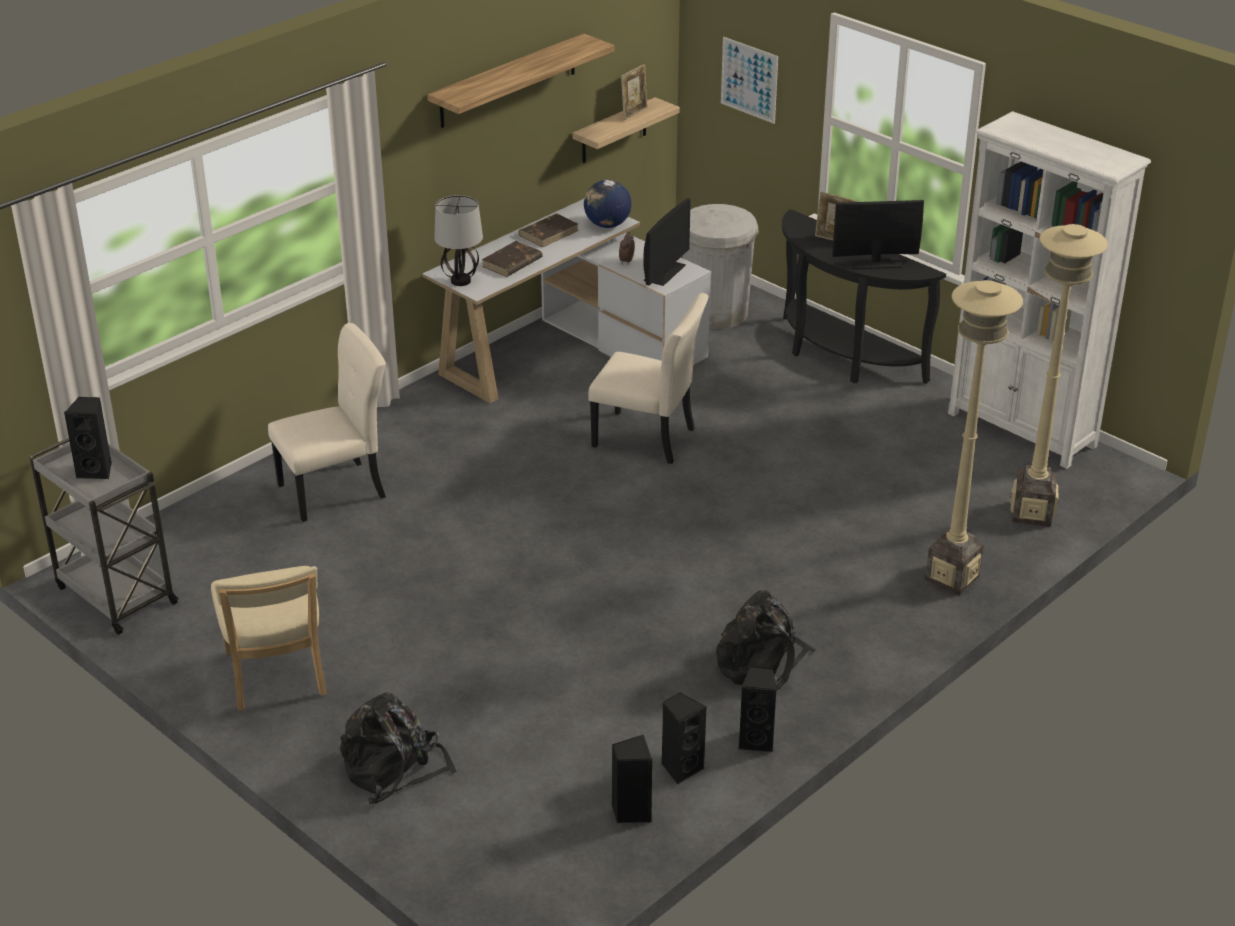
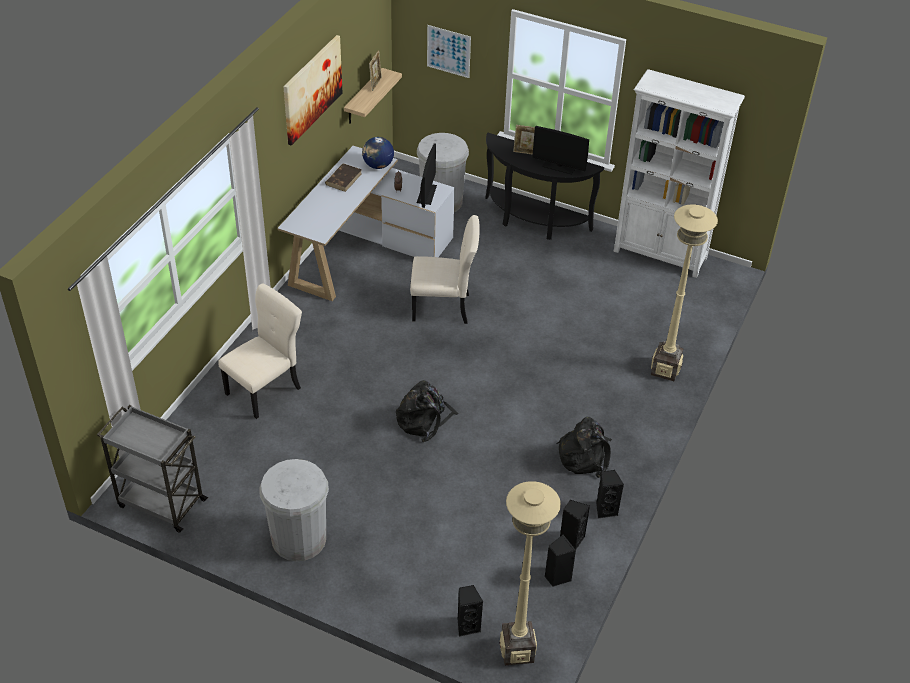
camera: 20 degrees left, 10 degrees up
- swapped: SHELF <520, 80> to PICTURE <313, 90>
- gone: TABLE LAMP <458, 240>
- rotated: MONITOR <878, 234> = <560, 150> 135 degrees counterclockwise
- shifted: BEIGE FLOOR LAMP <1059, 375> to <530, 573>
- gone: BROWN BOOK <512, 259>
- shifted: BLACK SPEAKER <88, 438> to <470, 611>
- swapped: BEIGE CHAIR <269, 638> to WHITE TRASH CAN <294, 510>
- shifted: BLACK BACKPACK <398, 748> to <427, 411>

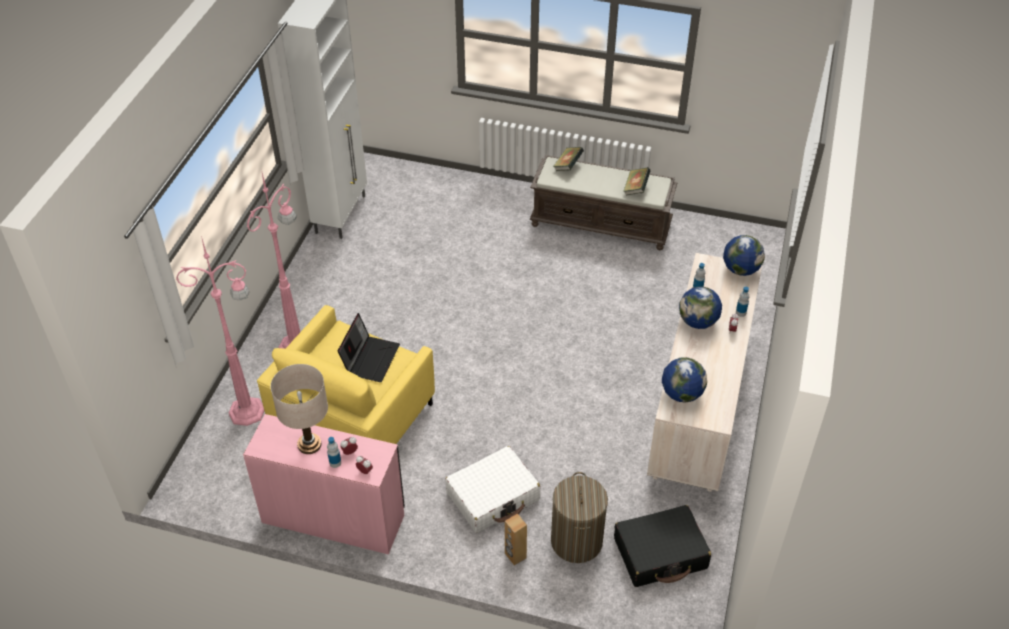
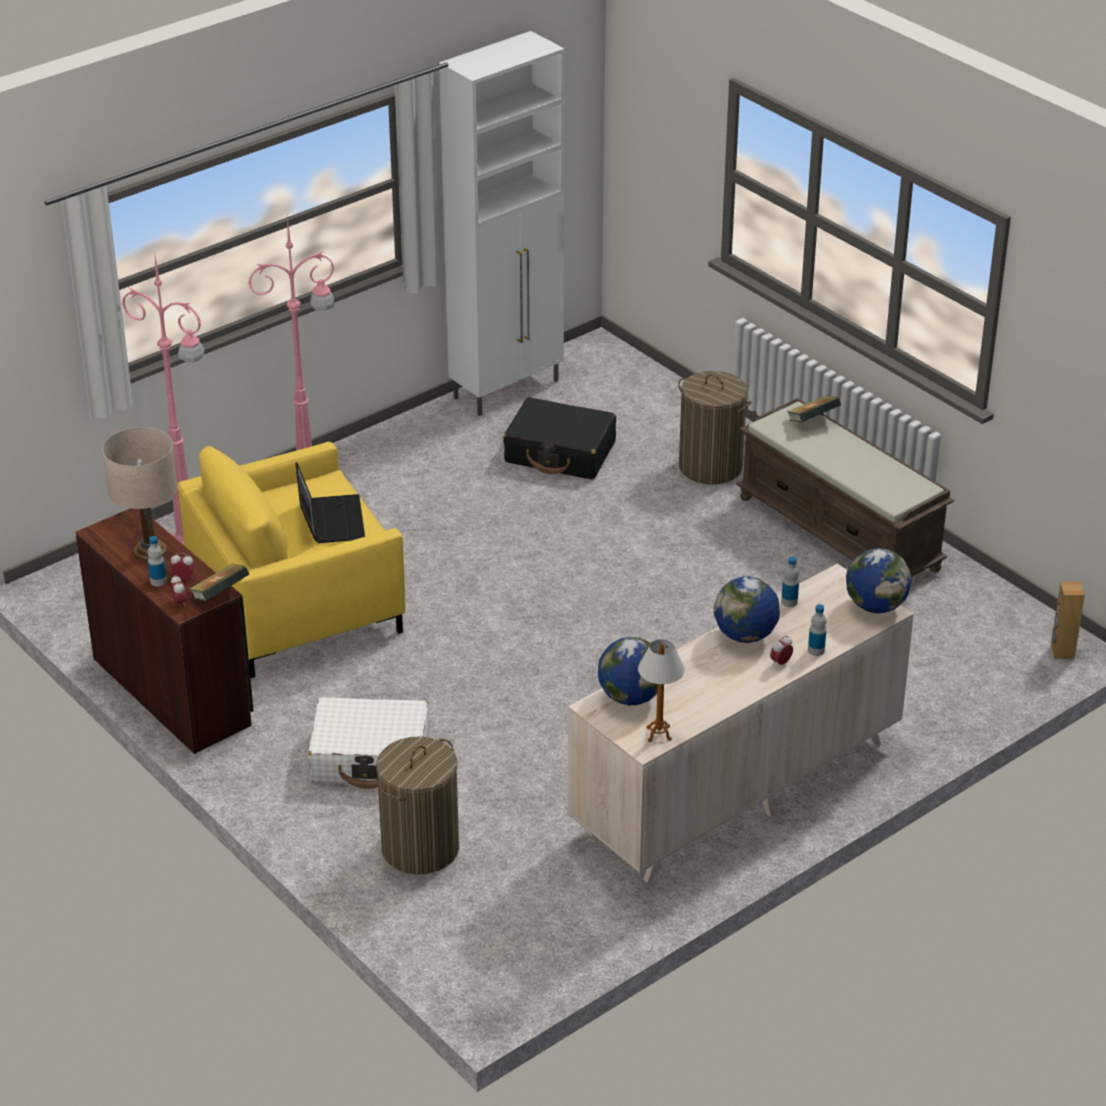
camera: 35 degrees right, 10 degrees down
- shifted: BOOK <636, 181> to <219, 582>
- rotated: LAPTOP <369, 347> = <330, 502> 60 degrees counterclockwise
- repainted: PINK DESK <324, 484> to BROWN DESK <164, 631>
- shifted: BLACK SUITCASE <662, 546> to <559, 438>
- shifted: BROWN SPEAKER <516, 539> to <1068, 620>
- new: LAUNDRY BASKET <715, 428>
- new: TABLE LAMP <661, 690>

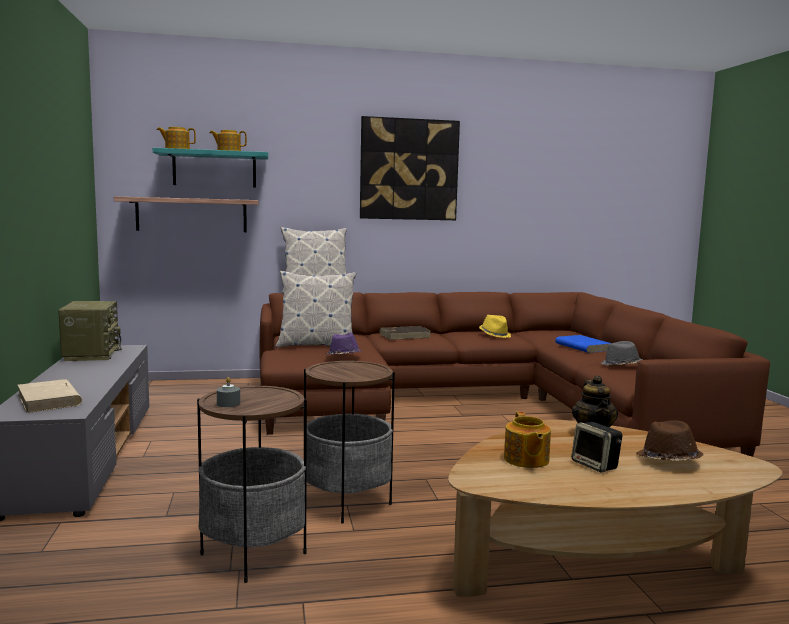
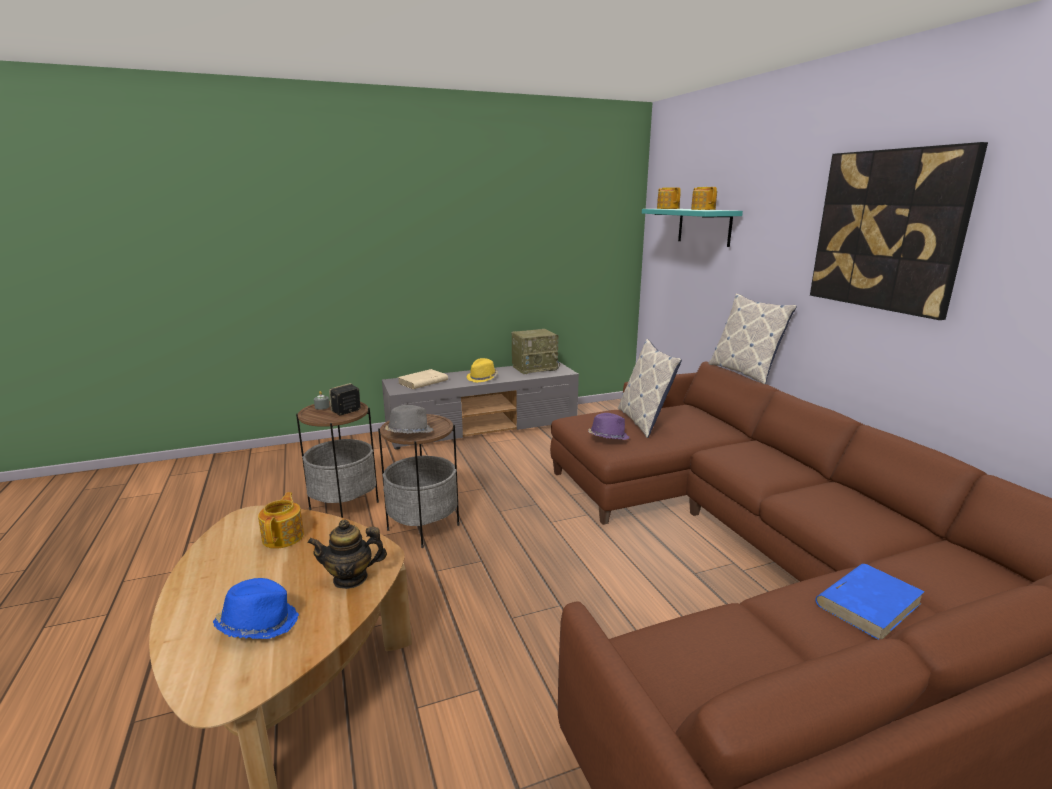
camera: 80 degrees right, 10 degrees up
- gone: SHELF <186, 214>
- shifted: YELLOW HAT <495, 326> to <481, 370>
- gone: BROWN BOOK <405, 333>
- shifted: GREY HAT <621, 353> to <409, 419>
- rotated: TEAPOT <527, 440> = <281, 520> 105 degrees clockwise
- repainted: BROWN HAT <669, 440> to BLUE HAT <256, 608>
- shifted: SPEAKER <596, 447> to <344, 399>

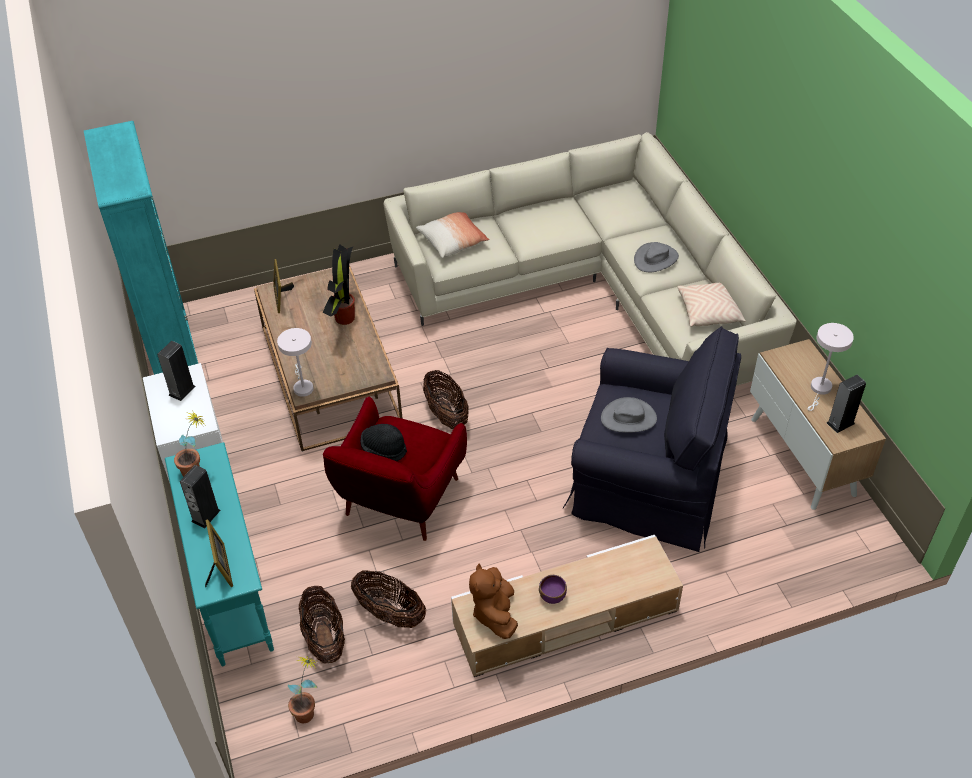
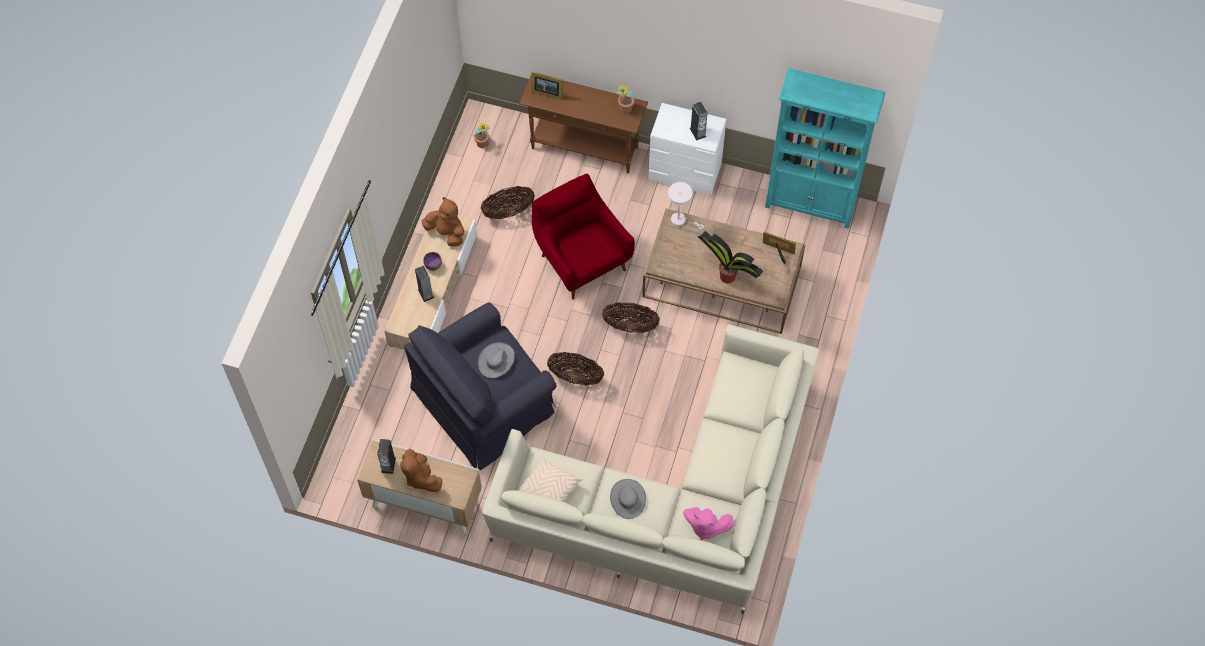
camera: 125 degrees right, 15 degrees up
- gone: PILLOW <453, 235>
- swapped: WHITE TABLE LAMP <831, 367> to BROWN PLUSH TOY <421, 470>
- gone: BLACK HAT <383, 442>
- repainted: TURQUOISE CONSOLE TABLE <219, 554> to BROWN CONSOLE TABLE <583, 125>
- shifted: SPEAKER <200, 496> to <424, 284>
- shifted: BASKET <322, 625> to <575, 369>
- new: PINK PLUSH TOY <709, 524>

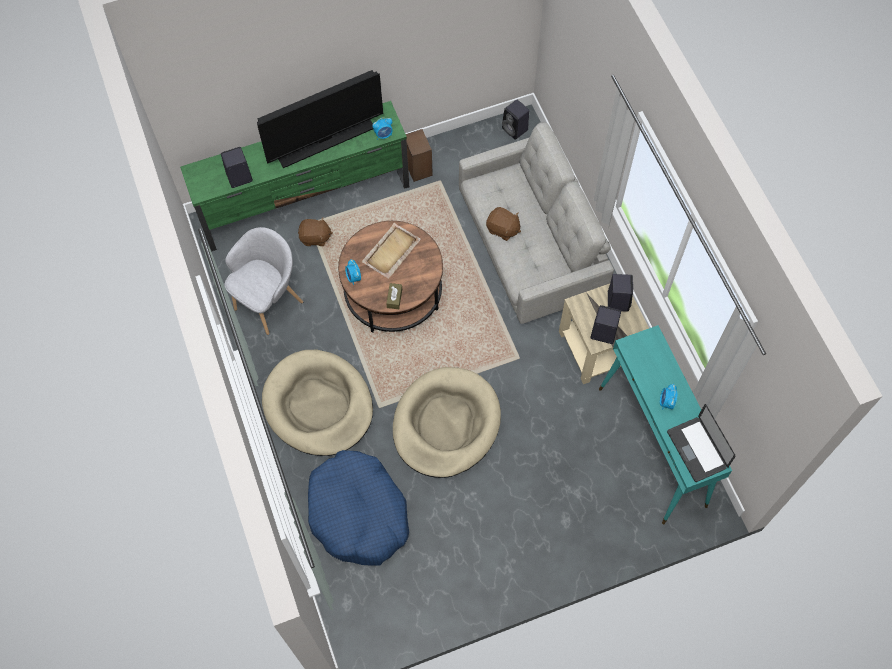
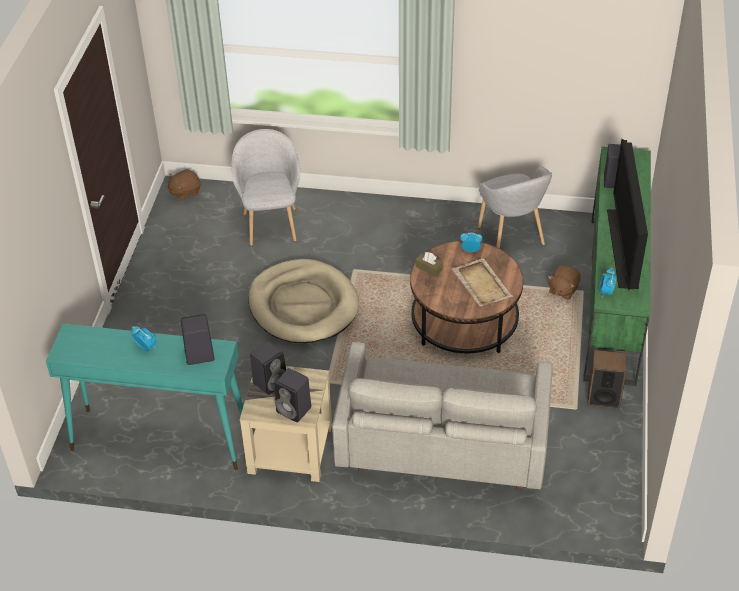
camera: 120 degrees right, 20 degrees down
- shifted: BLACK SPEAKER <515, 120> to <197, 339>
- shifted: BROWN PLUSH TOY <503, 224> to <184, 185>
- gone: BEIGE DOG BED <317, 403>
- gone: LAPTOP <701, 443>
- swapped: BLUE DOG BED <358, 508> to GREY ARMCHAIR <265, 187>

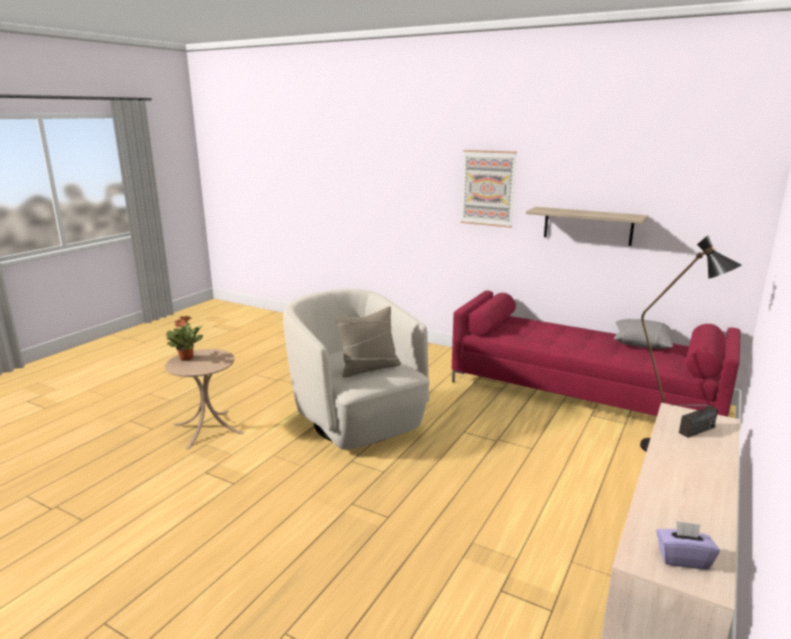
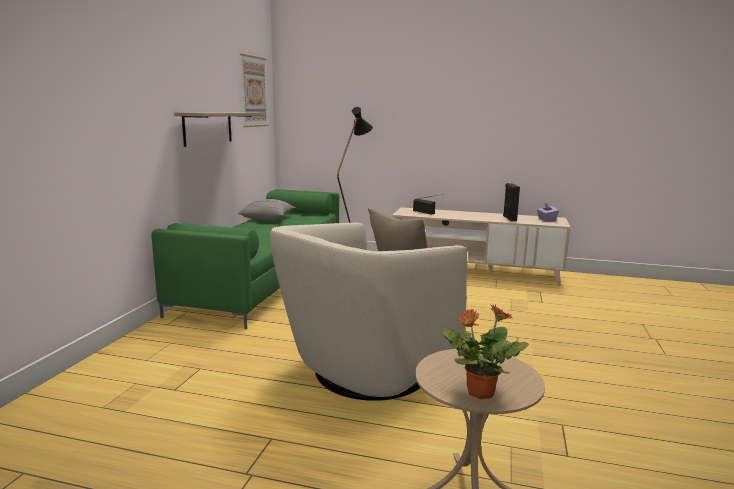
camera: 105 degrees left, 5 degrees down
- shifted: PICTURE <489, 189> to <254, 90>
- repainted: RED SOFA <596, 353> to GREEN SOFA <245, 259>
- new: BLACK SPEAKER <511, 202>

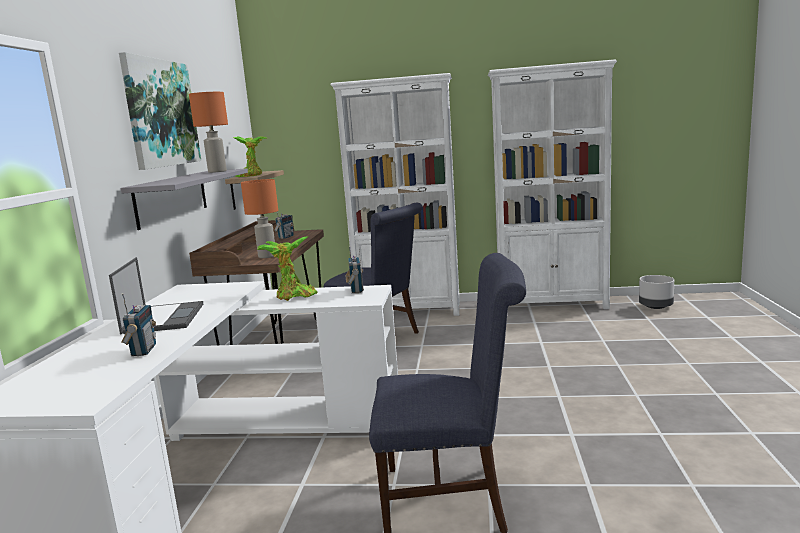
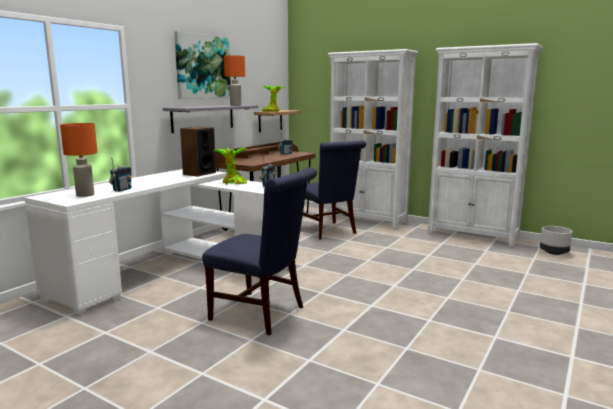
camera: 25 degrees right, 0 degrees up
- shifted: ORANGE TABLE LAMP <259, 218> to <79, 160>
- gone: LAPTOP <156, 296>
- new: SPEAKER <198, 152>

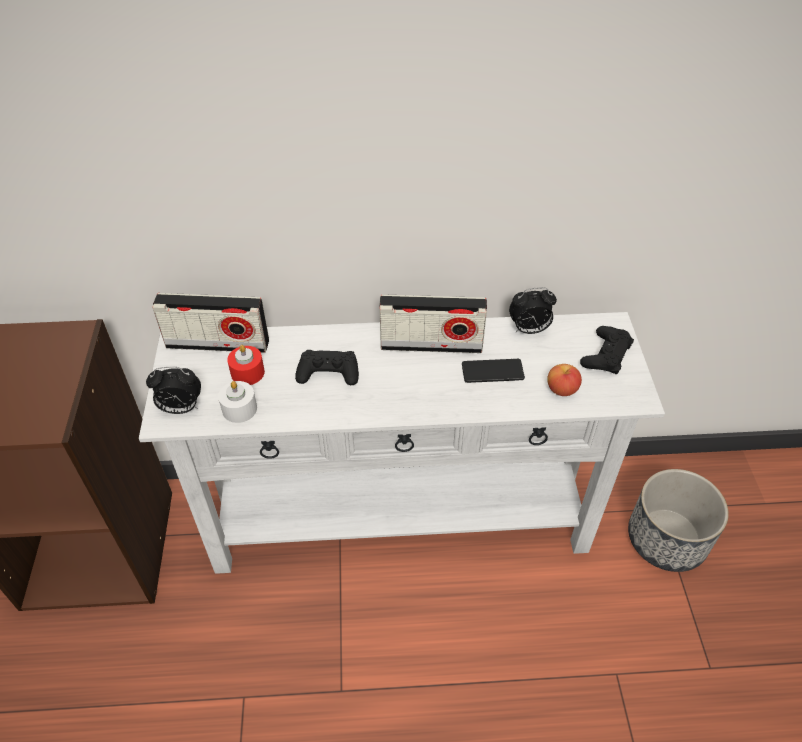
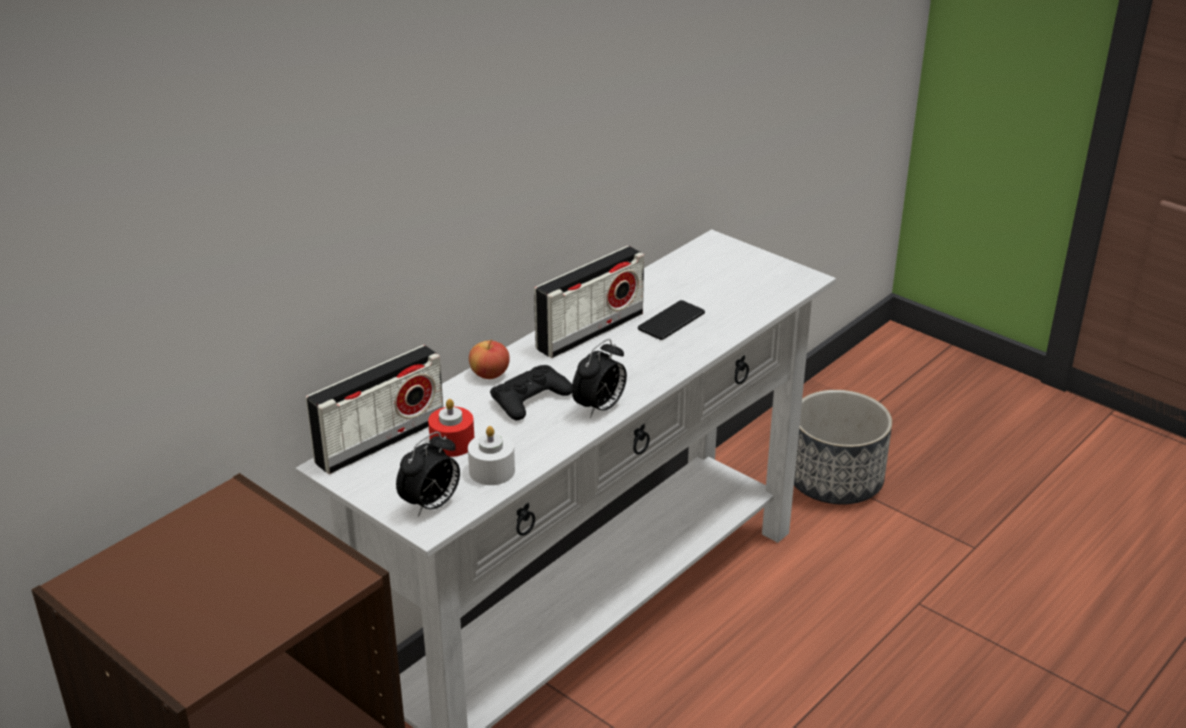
camera: 45 degrees left, 15 degrees down
- shifted: ALARM CLOCK <533, 310> to <599, 378>
- gone: BLACK GAME CONTROLLER <607, 350>
- shifted: APPLE <564, 380> to <489, 359>

